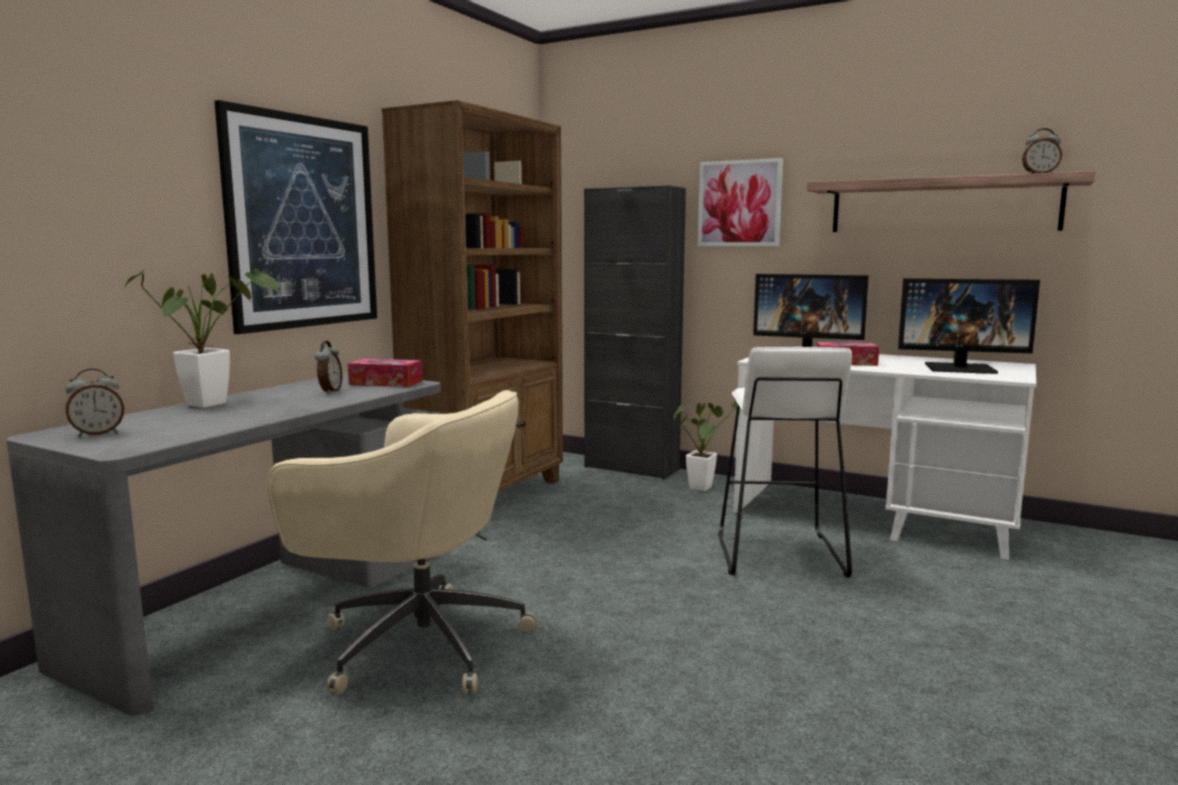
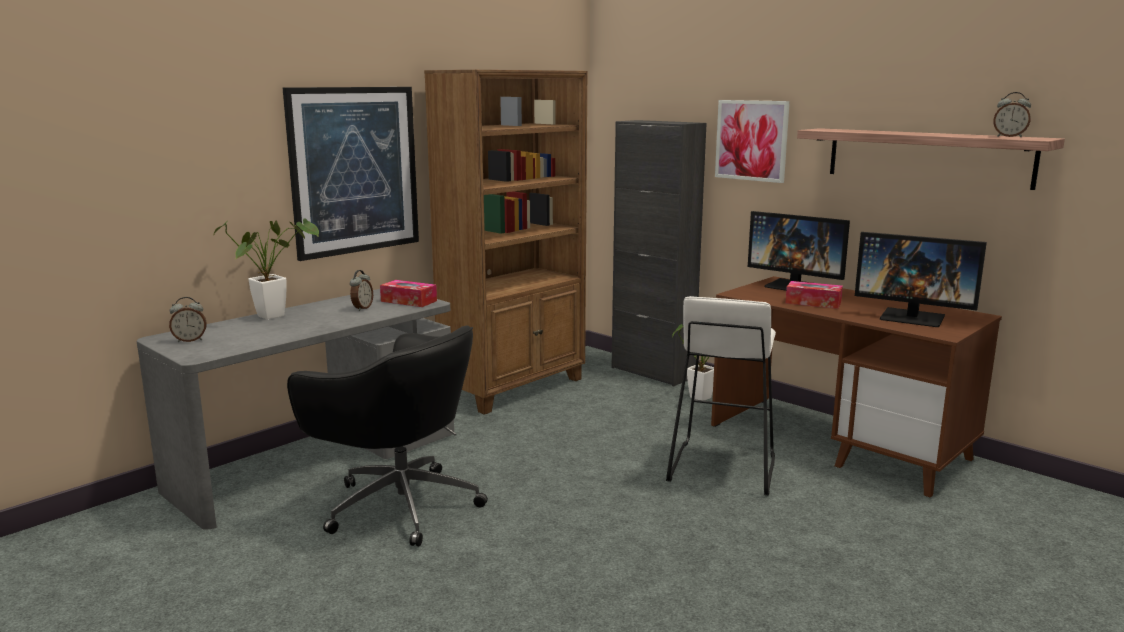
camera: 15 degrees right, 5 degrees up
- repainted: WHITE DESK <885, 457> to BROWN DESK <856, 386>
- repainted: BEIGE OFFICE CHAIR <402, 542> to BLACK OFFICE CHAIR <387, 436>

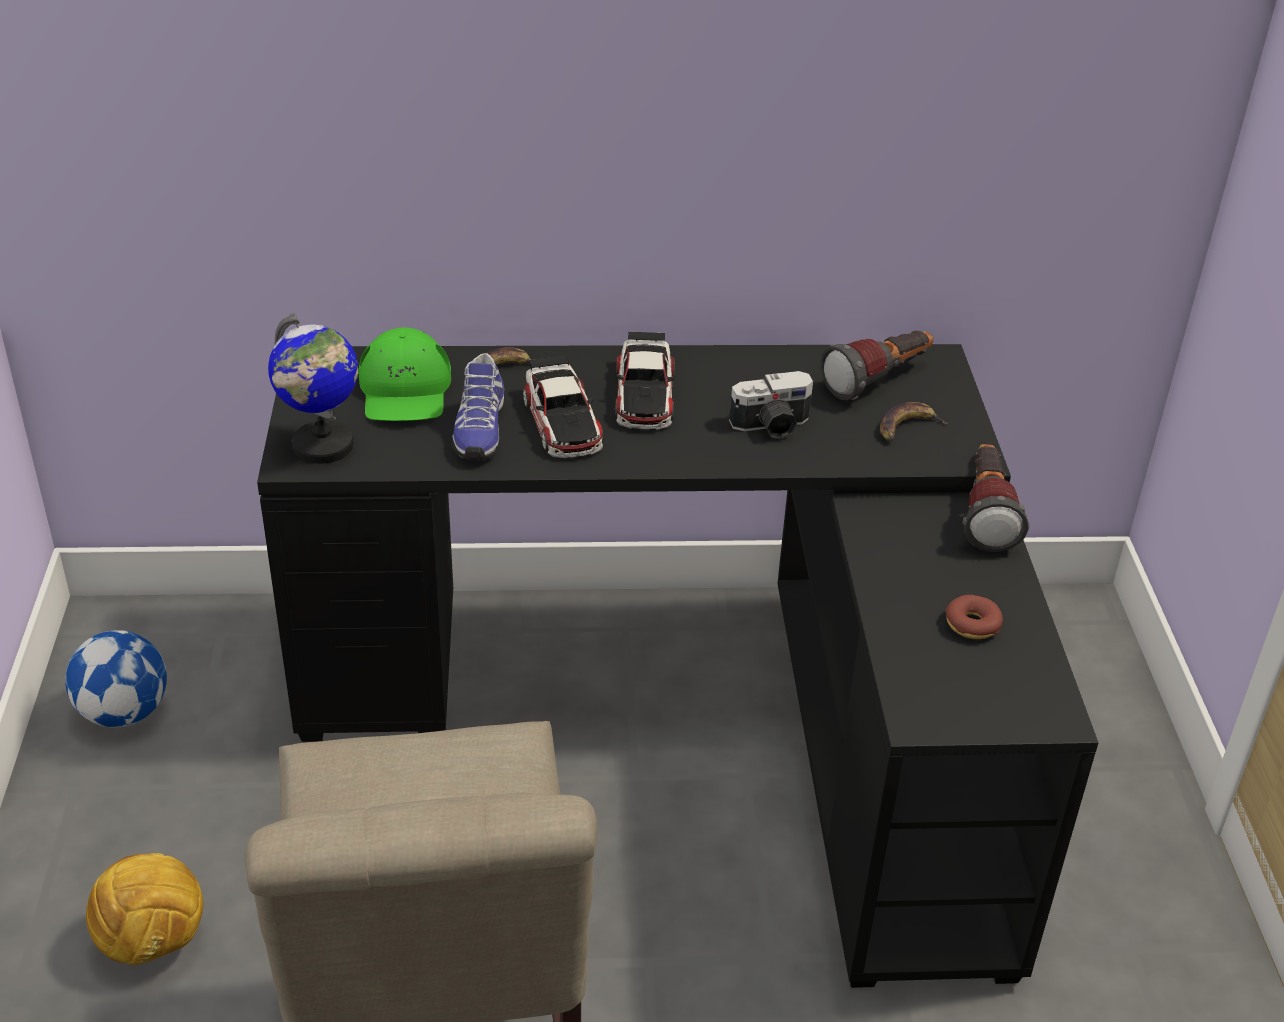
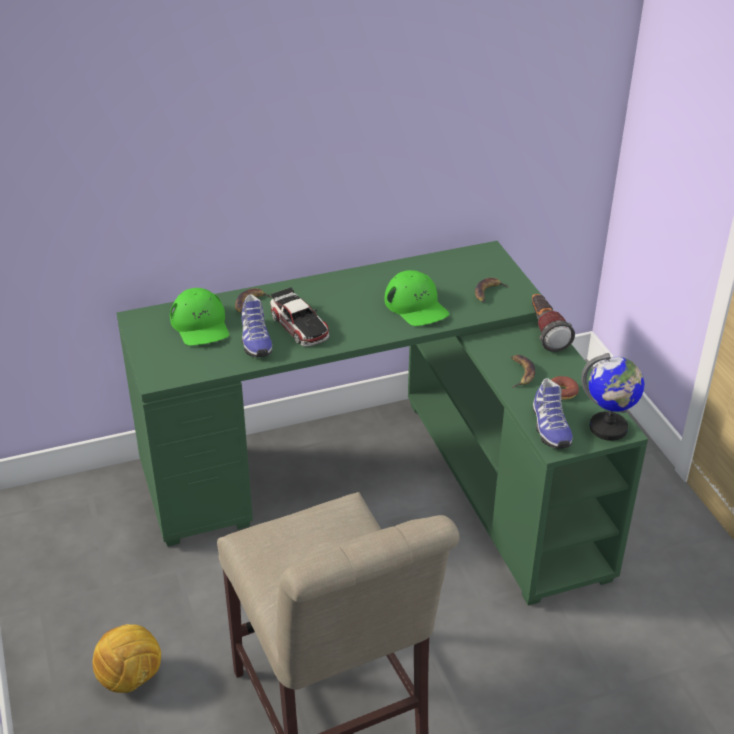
camera: 15 degrees left, 0 degrees up
- shifted: GLOBE <313, 388> to <612, 397>
- gone: FLASHLIGHT <877, 365>
- gone: TOY CAR <645, 381>
- repainted: BLACK DESK <677, 666> to GREEN DESK <382, 423>
- swapped: PHOTO CAMERA <771, 405> to GREEN CAP <417, 298>
- gone: FOOTBALL <116, 679>
- new: BANANA <523, 371>
- new: SHOE <553, 413>

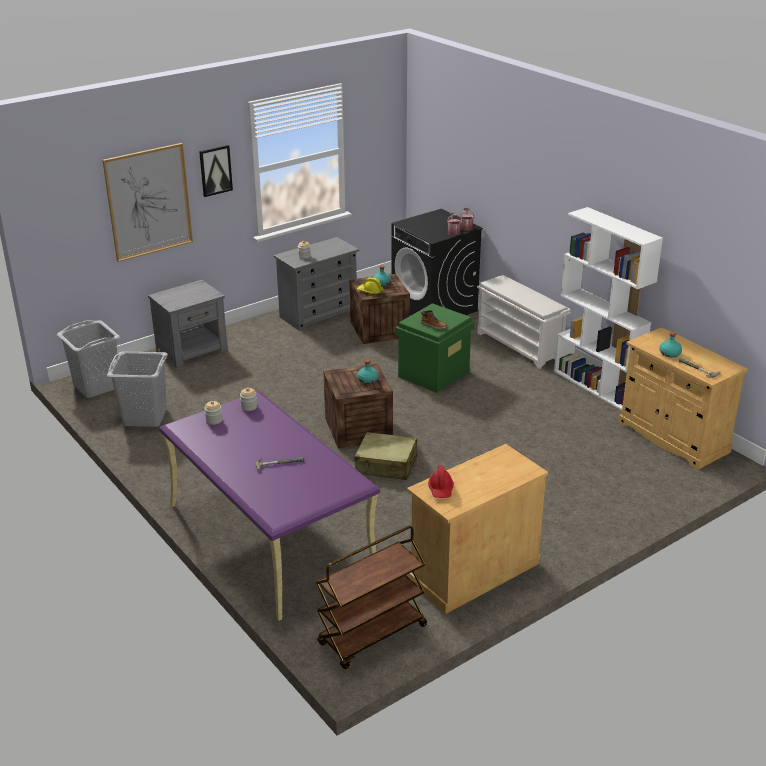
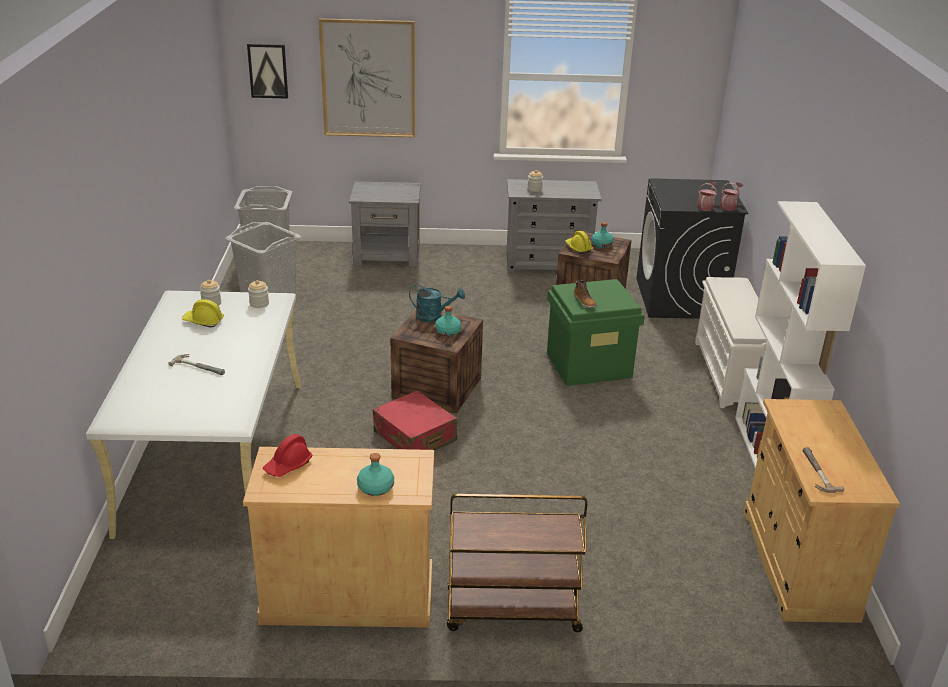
camera: 35 degrees right, 0 degrees up
- shifted: PICTURE <216, 171> to <267, 71>
- shifted: TURQUOISE BOTTLE <670, 345> to <375, 474>
- repainted: PURPLE DESK <269, 506> to WHITE DESK <193, 415>
- repainted: BEIGE SUITCASE <386, 456> to RED SUITCASE <415, 420>
- shifted: BROWN CART <371, 597> to <517, 563>
- new: TURQUOISE WATERING CAN <437, 303>
- new: YELLOW HARD HAT <203, 313>

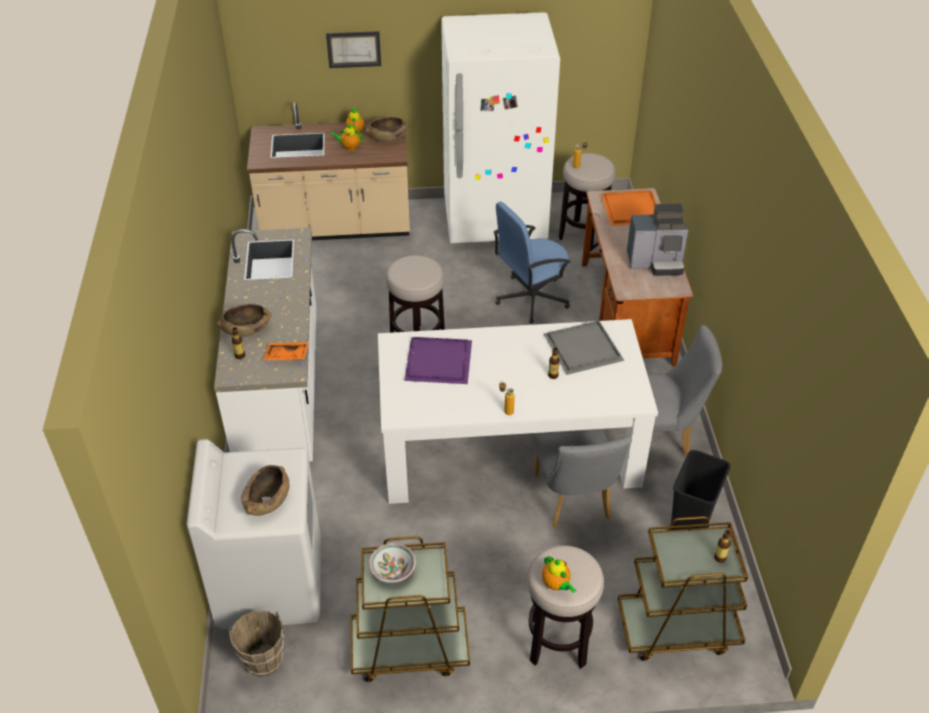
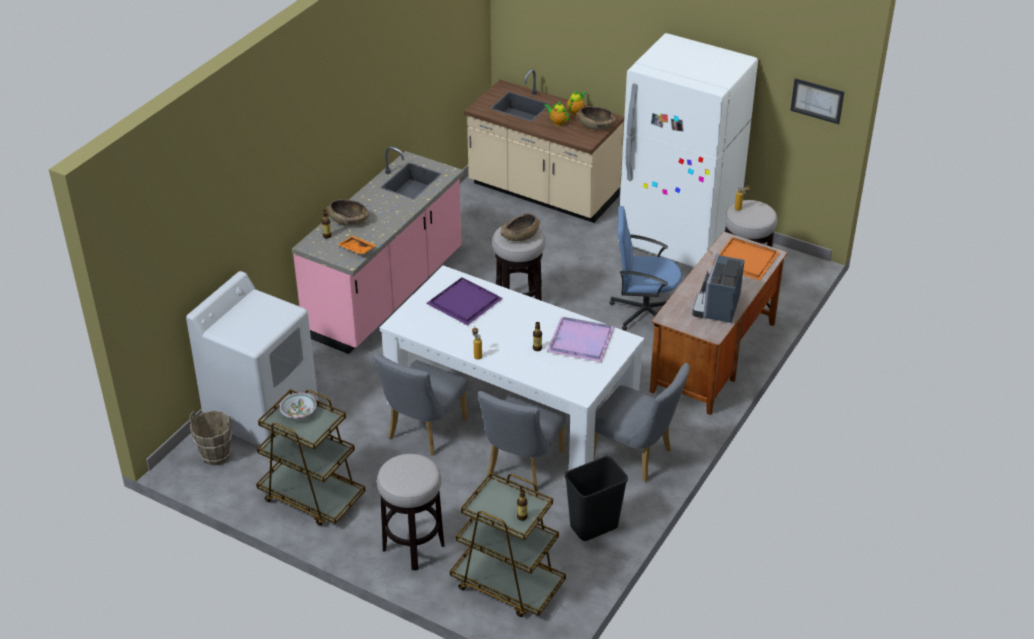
camera: 35 degrees right, 5 degrees down
- shifted: PICTURE <353, 49> to <817, 101>
- rotated: COFFEE MACHINE <657, 240> = <718, 288> 75 degrees clockwise
- repainted: WHITE COUNTER <265, 344> to PINK COUNTER <378, 250>
- repainted: GREY TRAY <584, 348> to PURPLE TRAY <581, 339>
- shifted: BROWN BOWL <265, 490> to <520, 227>
- gone: TEAPOT <559, 574>
- new: GREY CHAIR <420, 404>

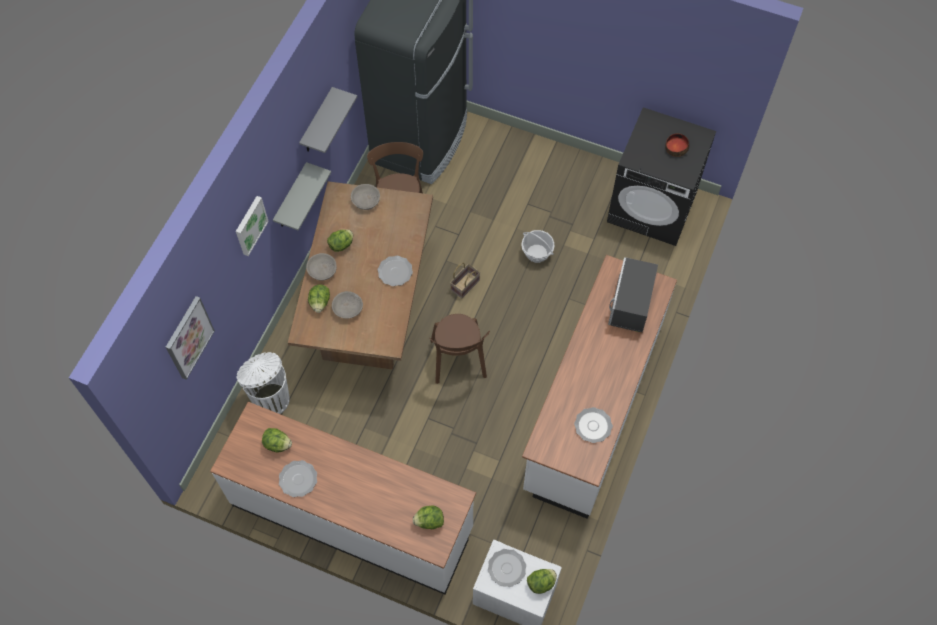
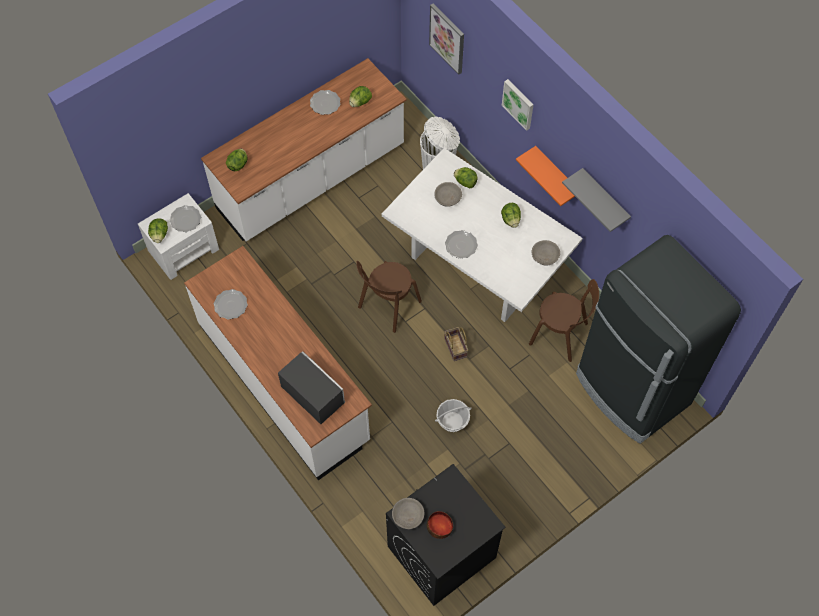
camera: 120 degrees right, 0 degrees up
- repainted: GREY SHELF <302, 196> to ORANGE SHELF <545, 176>
- repainted: BROWN DINING TABLE <360, 275> to WHITE DINING TABLE <482, 235>
- shifted: GREY BOWL <321, 267> to <408, 513>
- rotated: BROWN CHAIR <459, 349> = <389, 297> 75 degrees counterclockwise

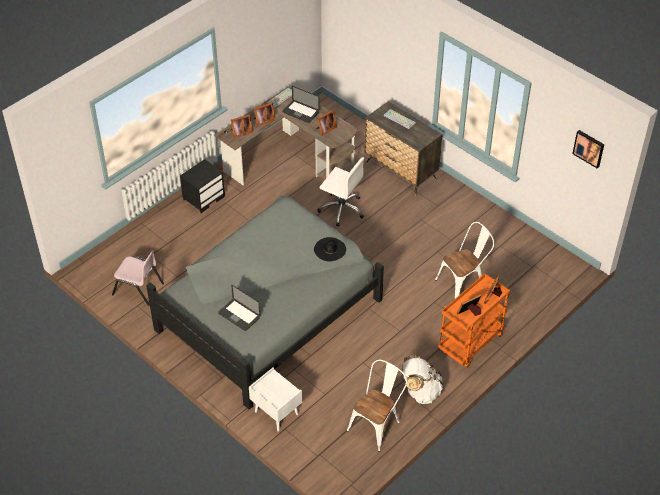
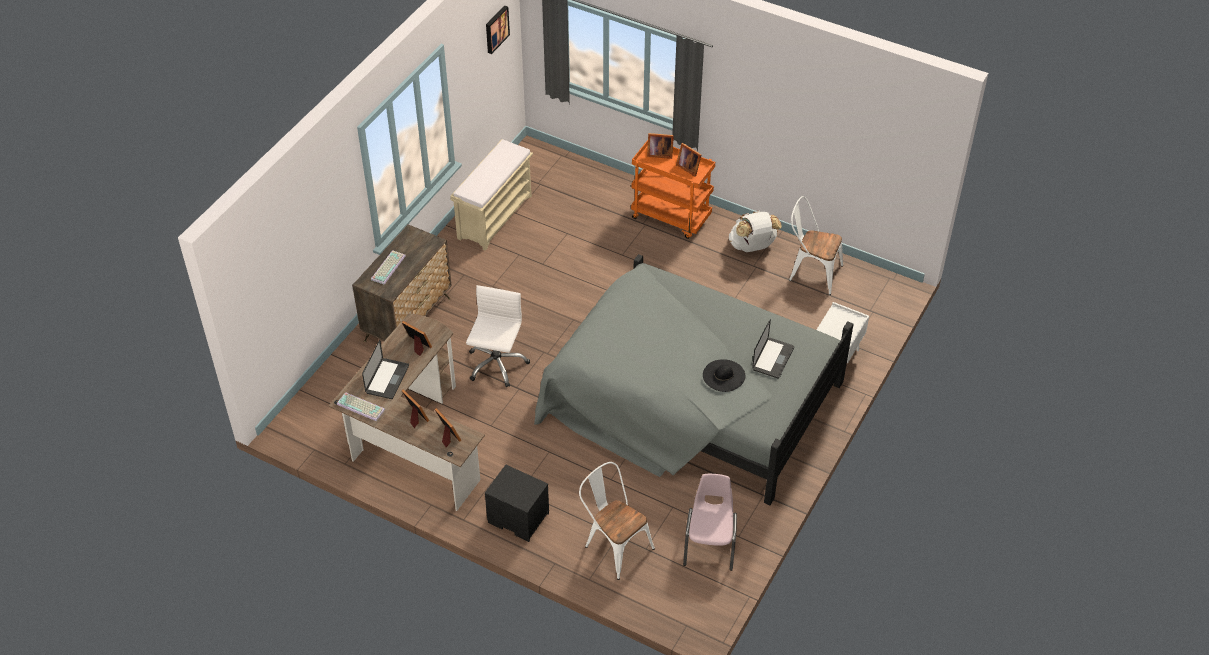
camera: 105 degrees left, 0 degrees up
- shifted: WHITE CHAIR <464, 260> to <617, 521>
- shifted: BLACK HAT <330, 249> to <724, 375>
- new: BEIGE BENCH <491, 195>

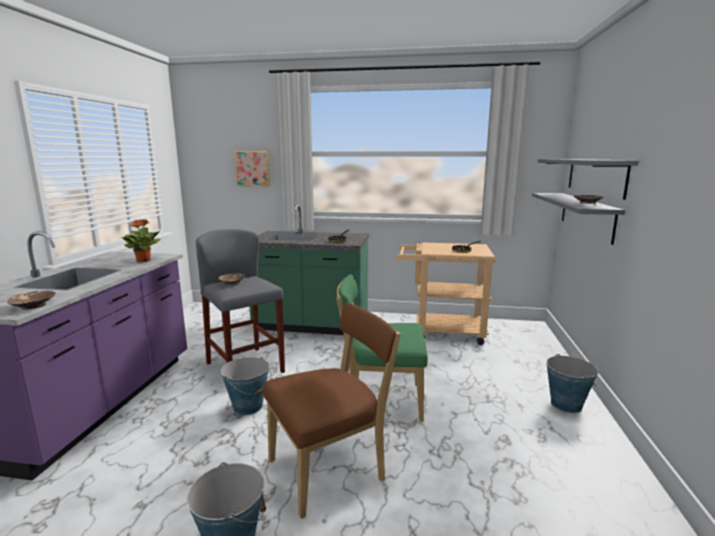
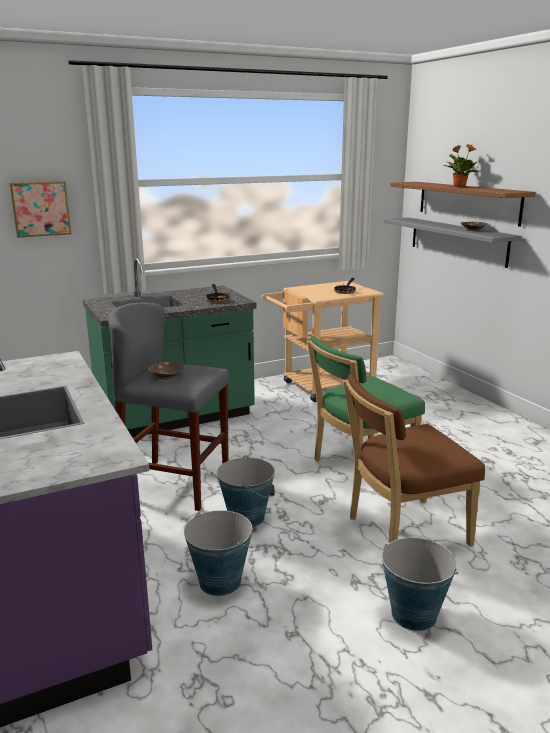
camera: 35 degrees left, 5 degrees up
- repainted: GREY SHELF <588, 179> to BROWN SHELF <463, 204>
- shifted: POTTED PLANT <141, 240> to <462, 165>
- gone: BROWN BOWL <31, 300>
- rotated: BROWN CHAIR <331, 410> = <414, 460> 135 degrees counterclockwise
- shifted: BUCKET <572, 383> to <218, 553>

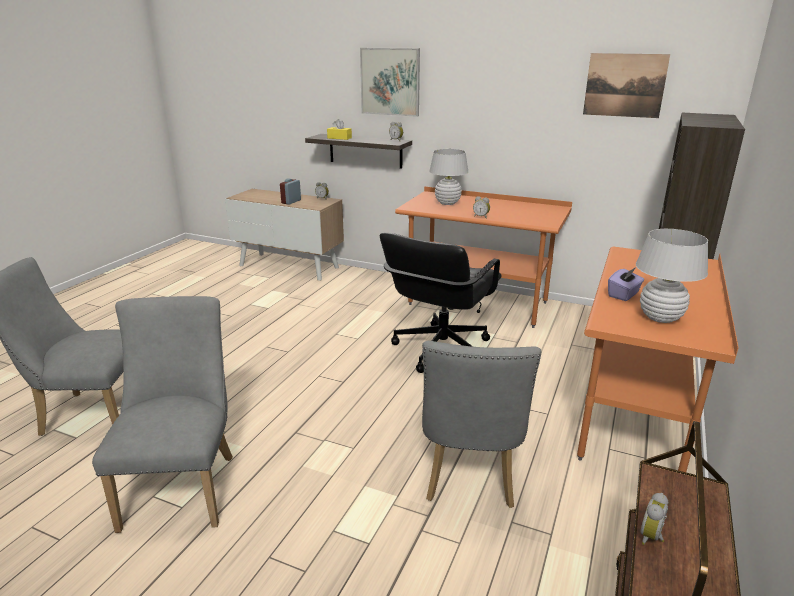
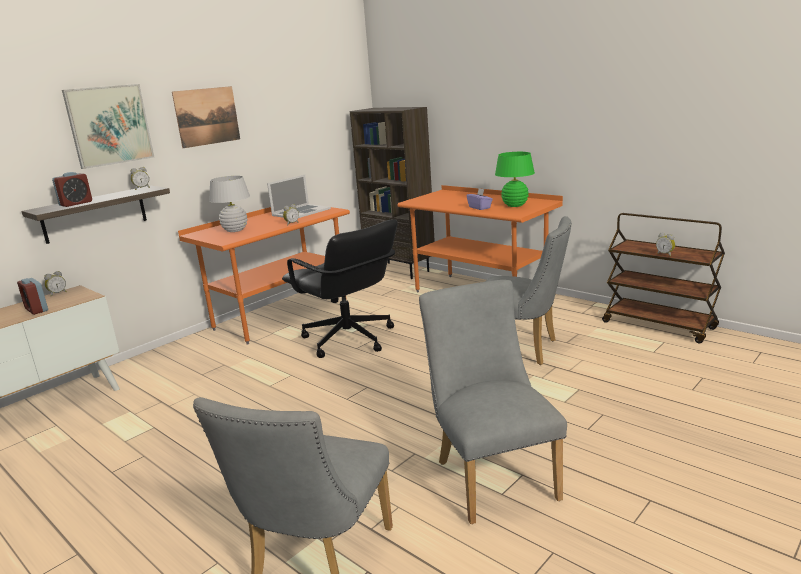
camera: 70 degrees left, 5 degrees down
- shifted: PICTURE <626, 85> to <206, 117>
- swapped: YELLOW TISSUE BOX <339, 129> to ALARM CLOCK <72, 189>
- repainted: WHITE TABLE LAMP <672, 276> to GREEN TABLE LAMP <515, 179>
- rotated: GREY CHAIR <162, 414> = <493, 402> 60 degrees clockwise
- new: LAPTOP <299, 196>

